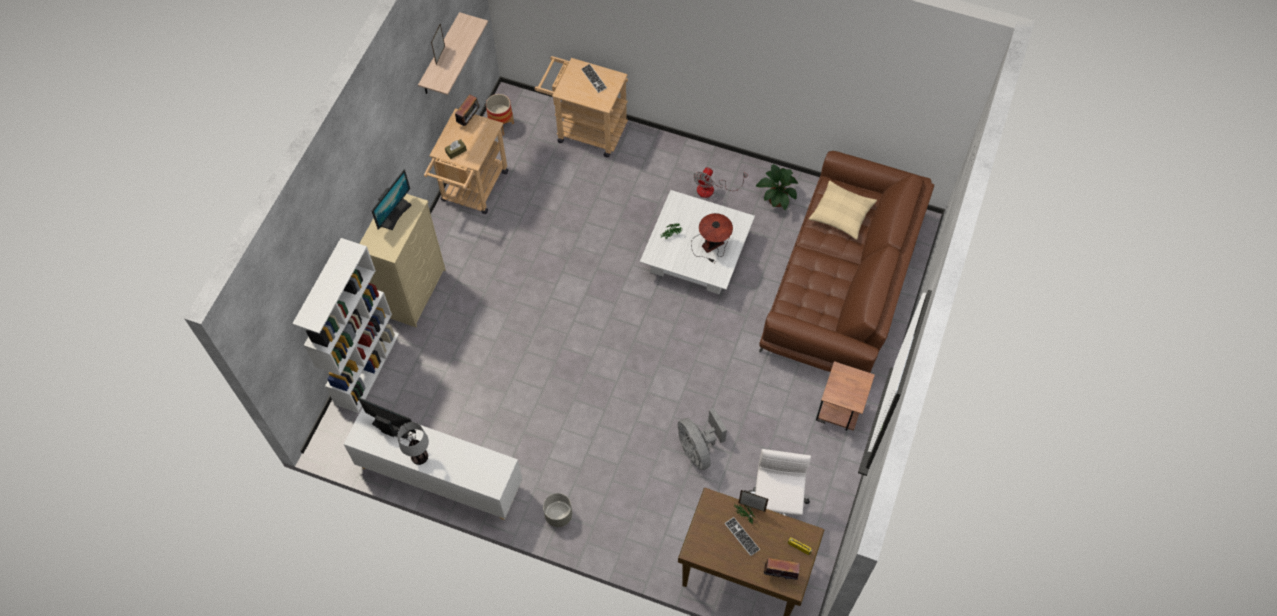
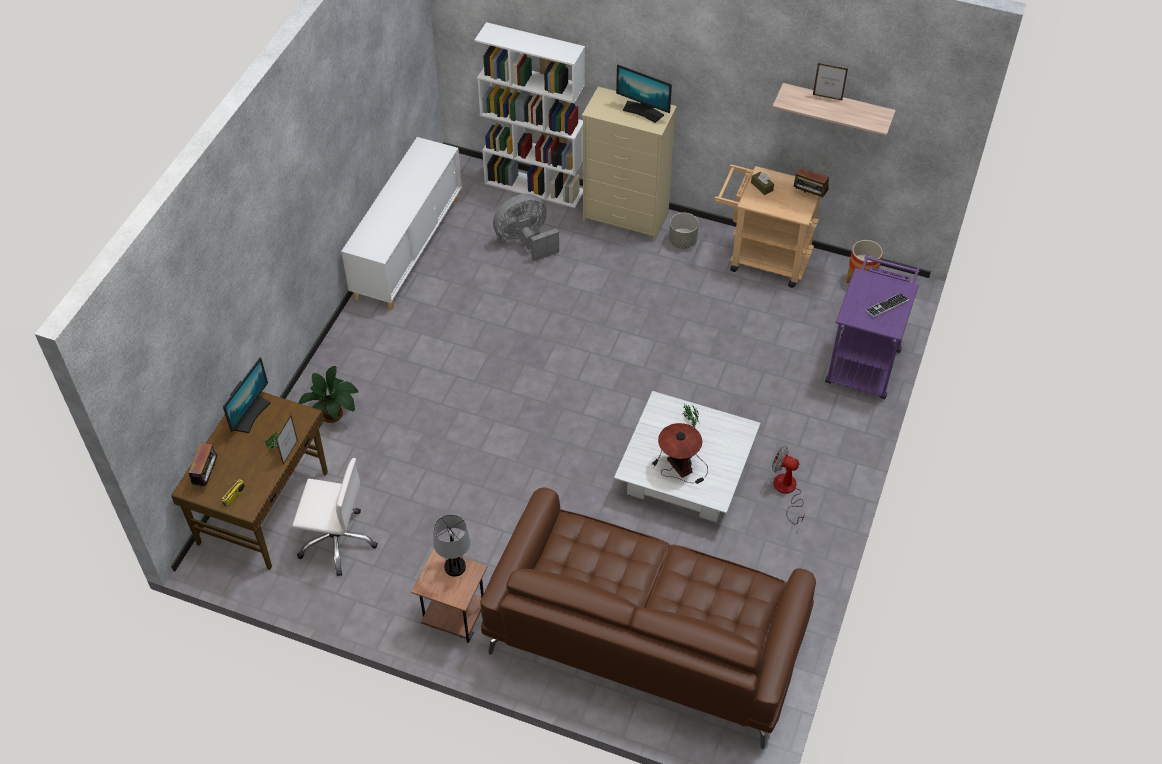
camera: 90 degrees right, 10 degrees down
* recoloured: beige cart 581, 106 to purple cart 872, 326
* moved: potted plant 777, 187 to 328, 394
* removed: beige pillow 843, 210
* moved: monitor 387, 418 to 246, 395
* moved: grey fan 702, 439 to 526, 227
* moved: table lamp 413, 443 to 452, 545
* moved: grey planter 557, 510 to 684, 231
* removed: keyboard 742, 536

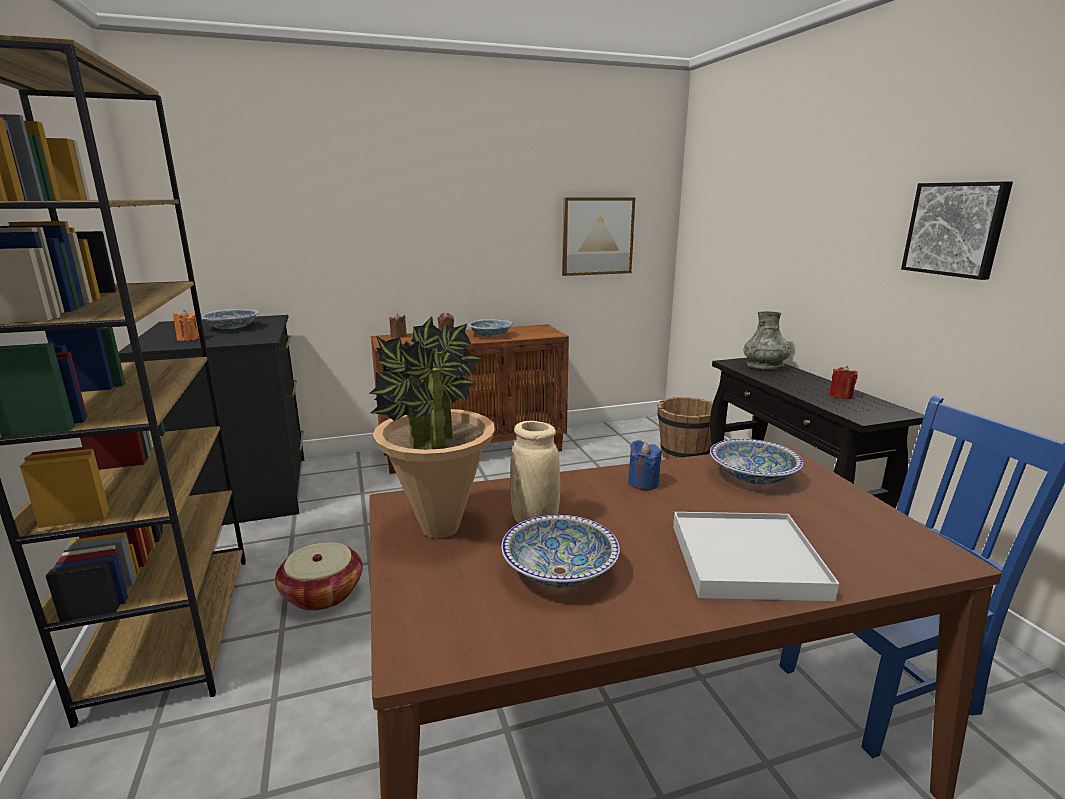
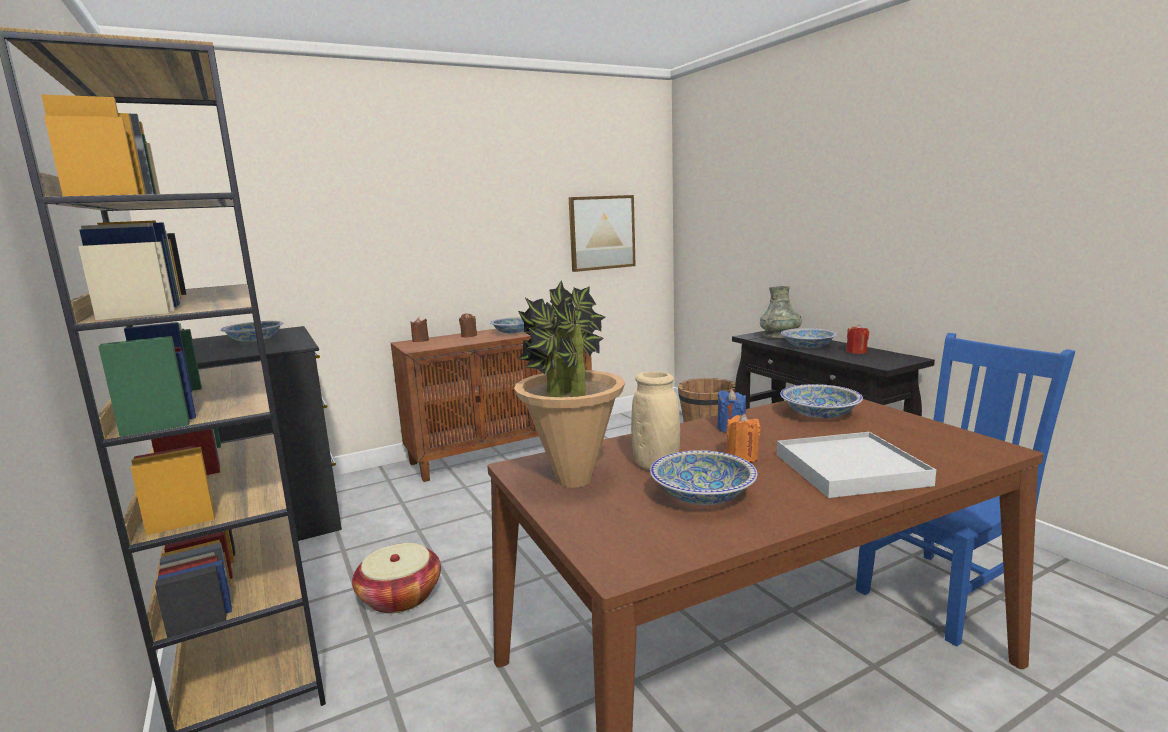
camera: 10 degrees left, 5 degrees down
* removed: picture 957, 231
* moved: orange candle 186, 325 to 743, 438
* added: bowl 809, 338

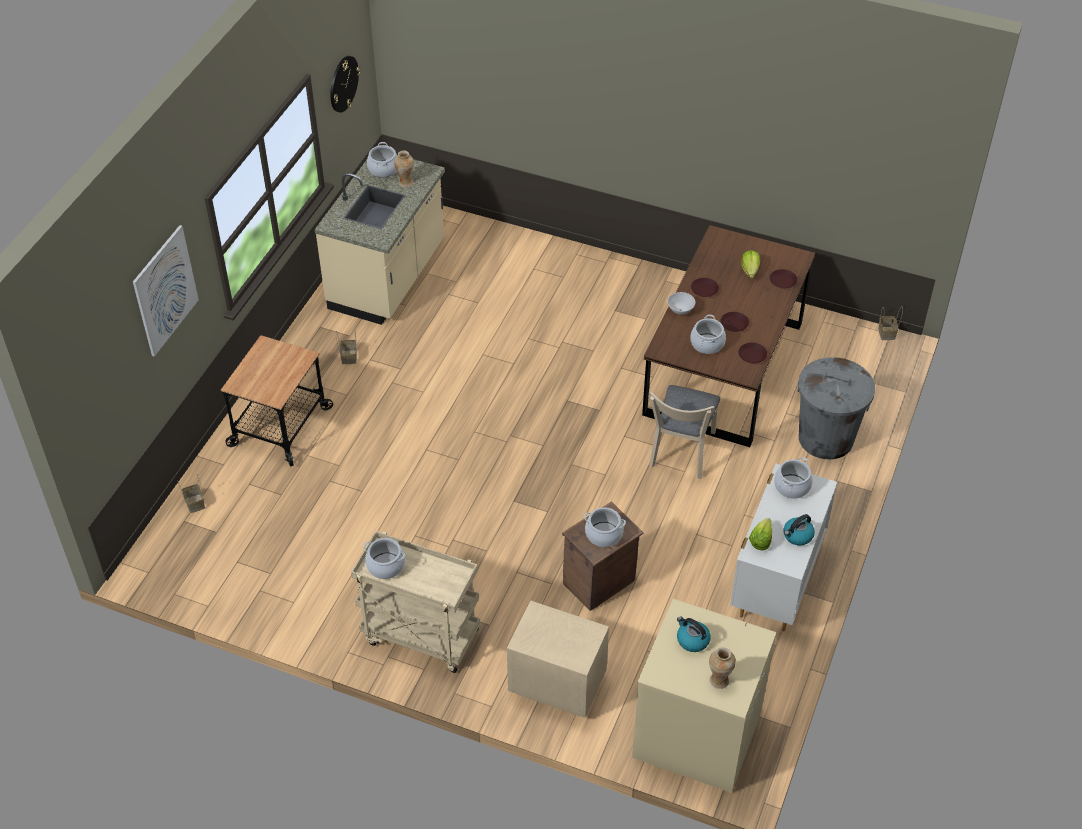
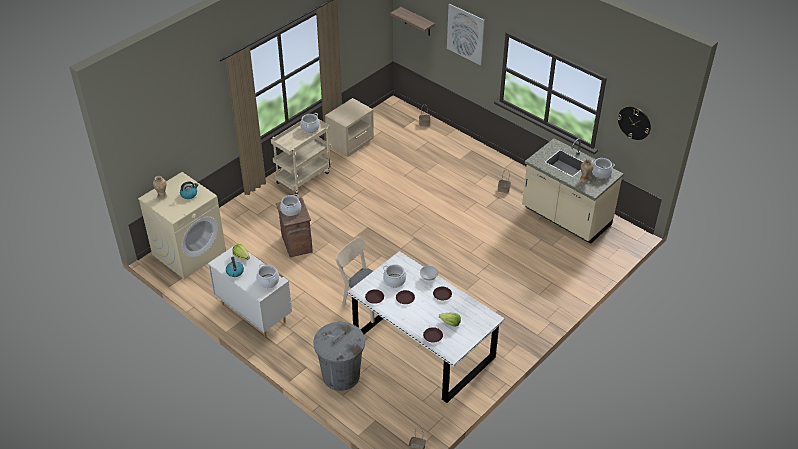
camera: 110 degrees right, 5 degrees down
* recoloured: brown dining table 728, 336 to white dining table 426, 327
* removed: cart 276, 401
* moved: beige nightstand 558, 659 to 349, 127
* added: shelf 412, 21

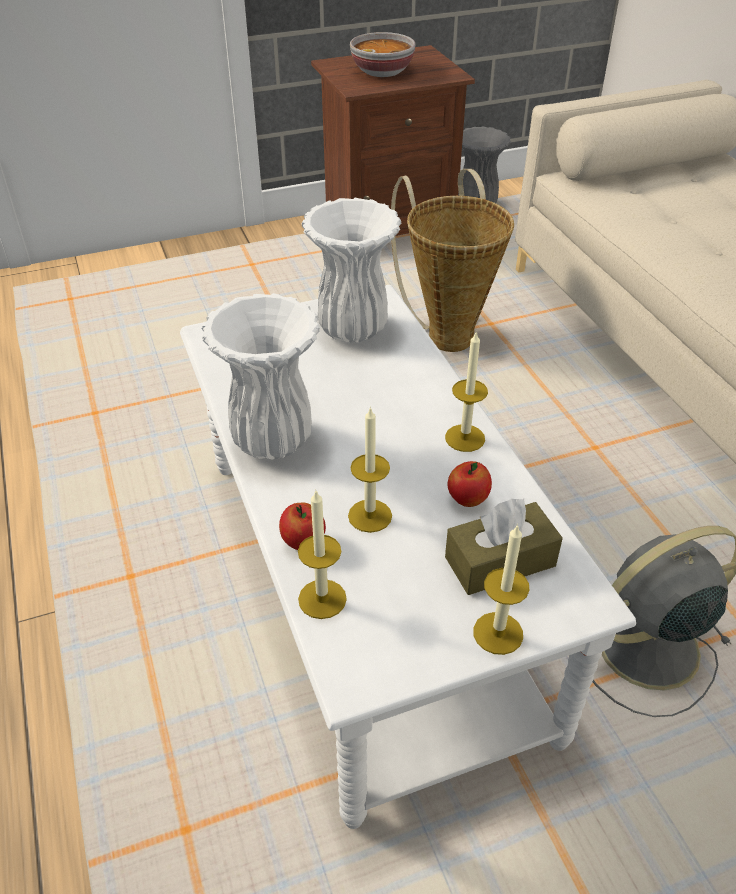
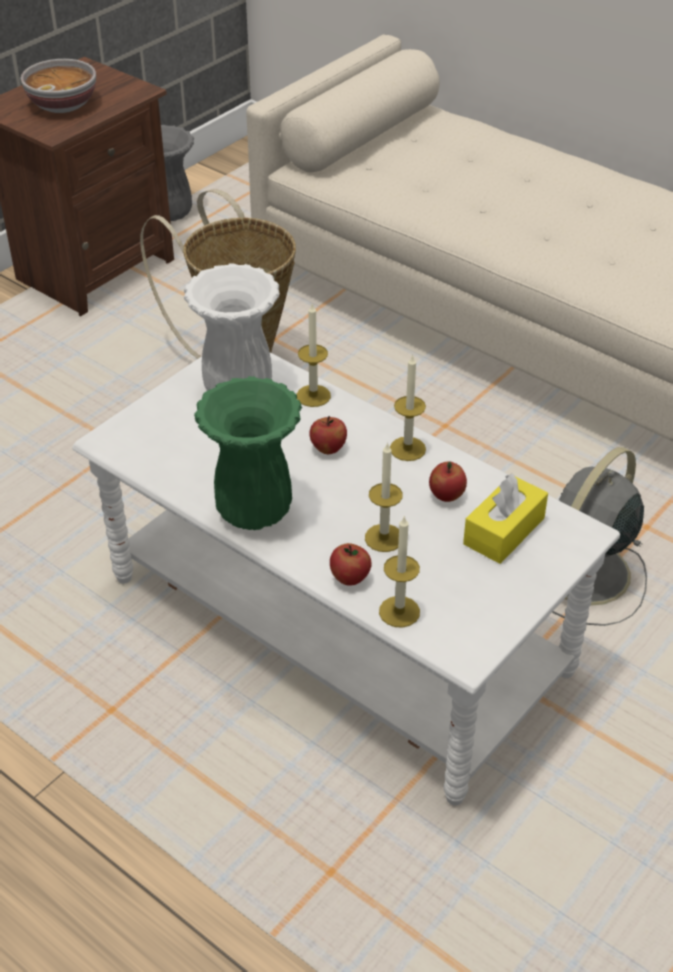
camera: 30 degrees left, 0 degrees up
* recoloured: white vase 261, 376 to green vase 248, 453
* recoloured: brown tissue box 504, 546 to yellow tissue box 505, 519
* moved: candle 501, 589 to 313, 355
* added: apple 328, 435

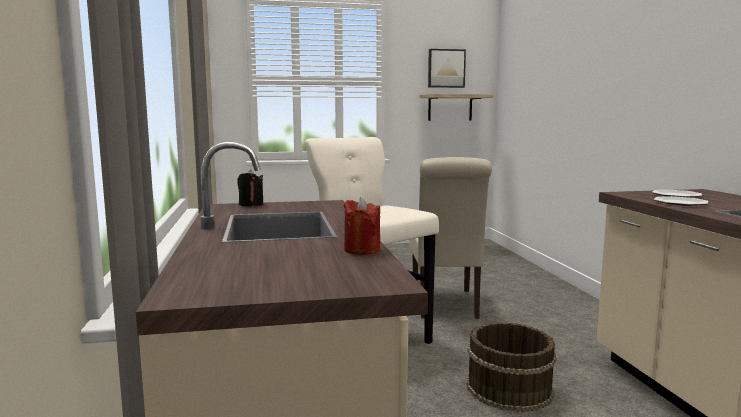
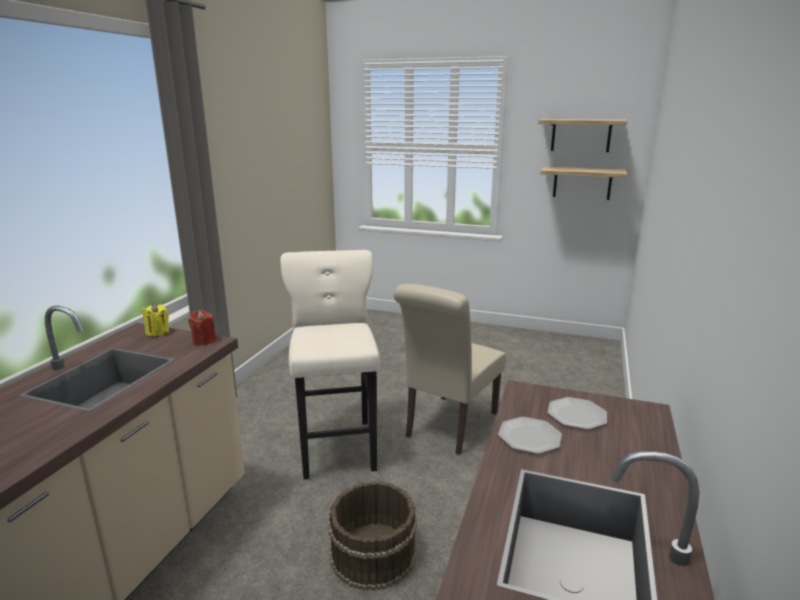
camera: 30 degrees right, 10 degrees up
* replaced: picture 447, 68 to shelf 582, 135
* recoloured: black candle 250, 188 to yellow candle 155, 320
* moved: red candle 362, 226 to 202, 327

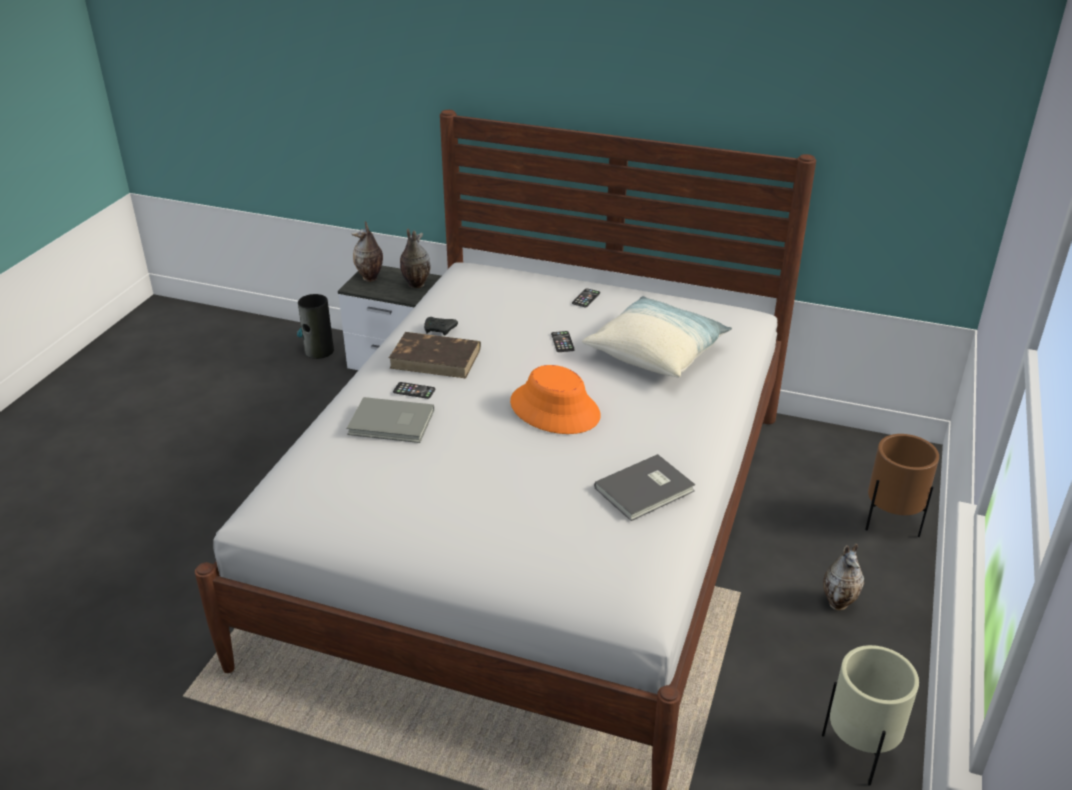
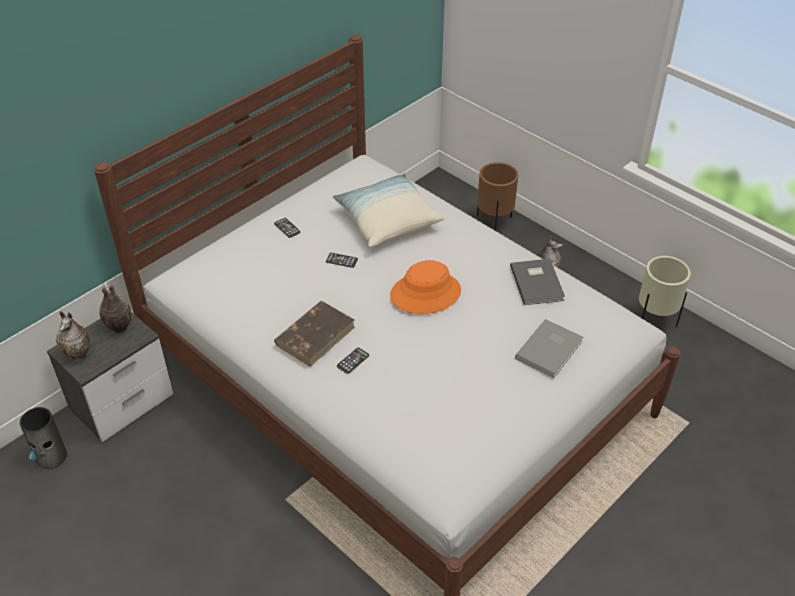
camera: 65 degrees left, 10 degrees up
* removed: black game controller 441, 326
* moved: grey book 390, 420 to 549, 348

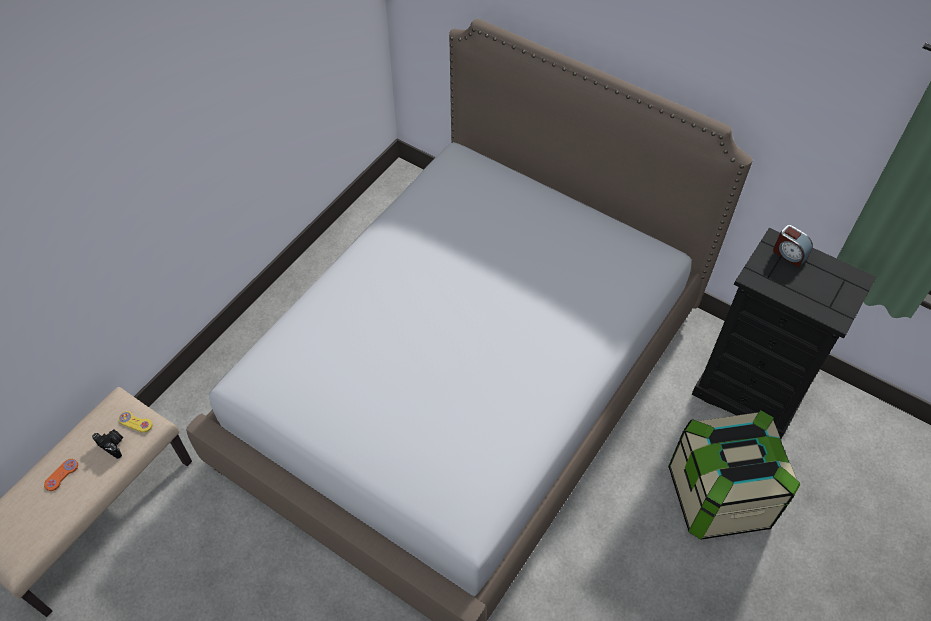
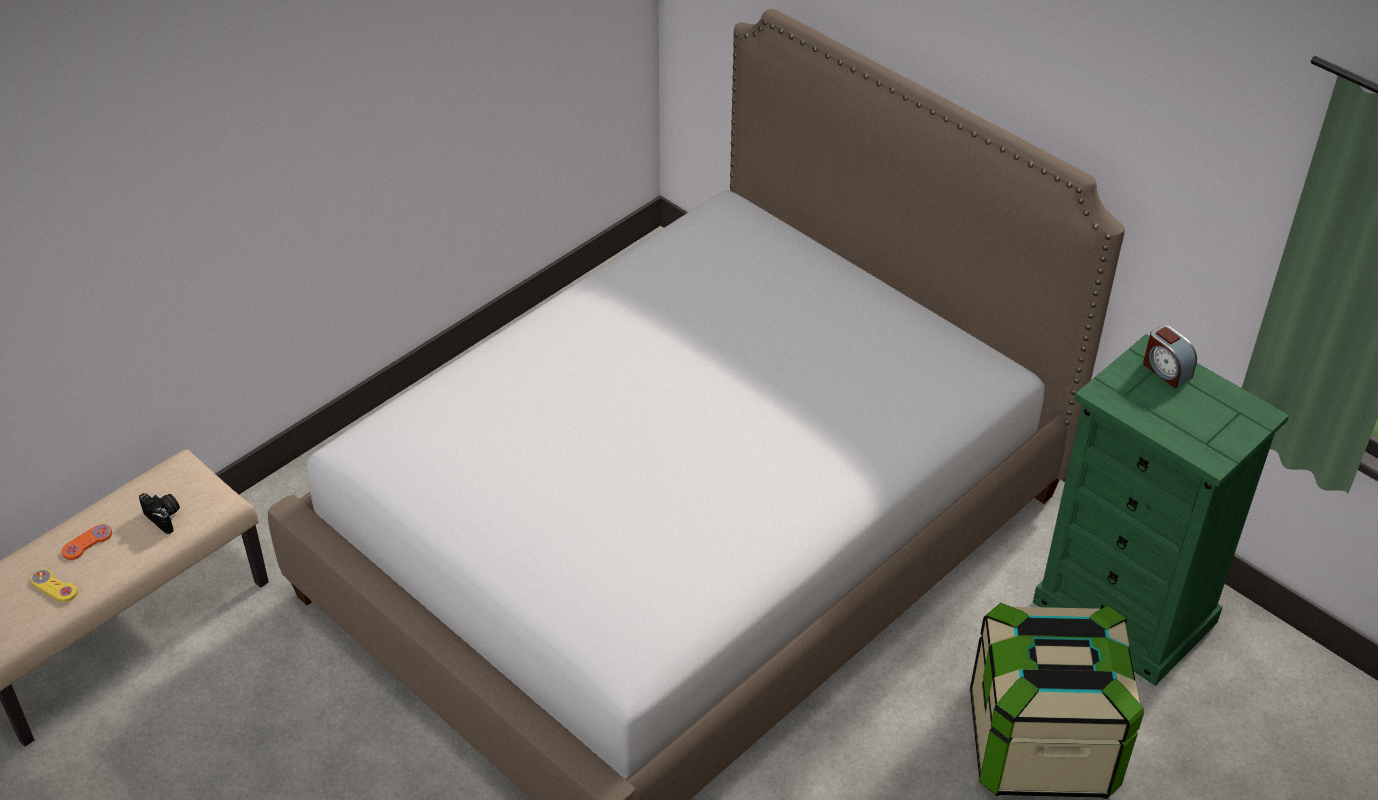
camera: 10 degrees right, 10 degrees down
* recoloured: black dresser 784, 334 to green dresser 1161, 510
* moved: yellow game controller 135, 422 to 54, 585

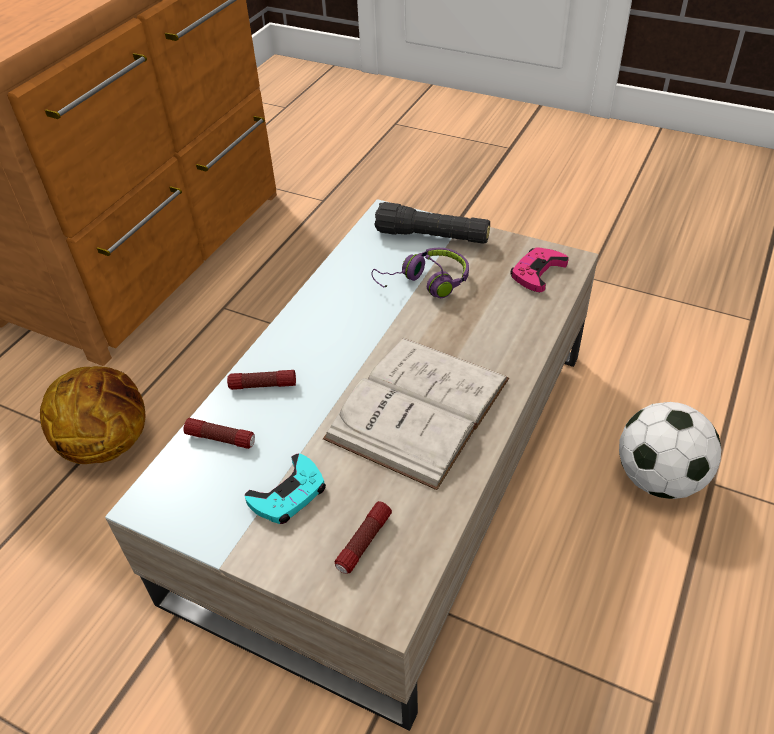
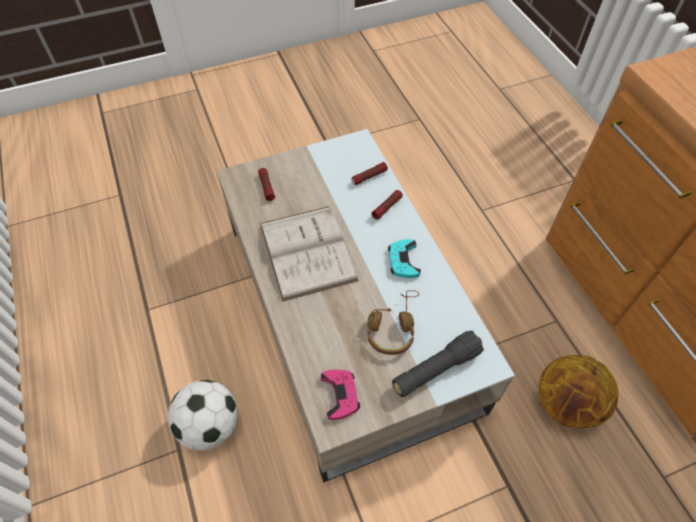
camera: 130 degrees right, 10 degrees up
* recoloured: purple headphones 420, 273 to brown headphones 393, 322
* moved: basketball 92, 415 to 578, 391
* moved: turquoise game controller 285, 488 to 404, 258

